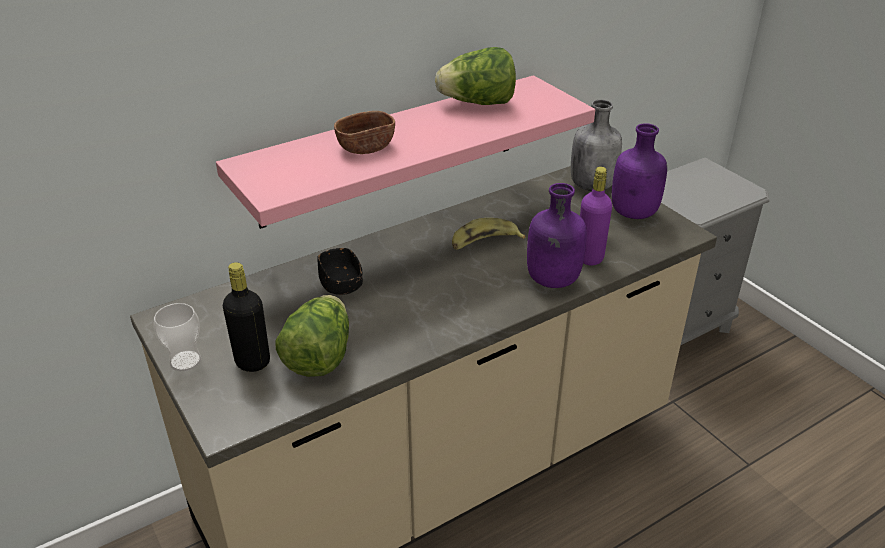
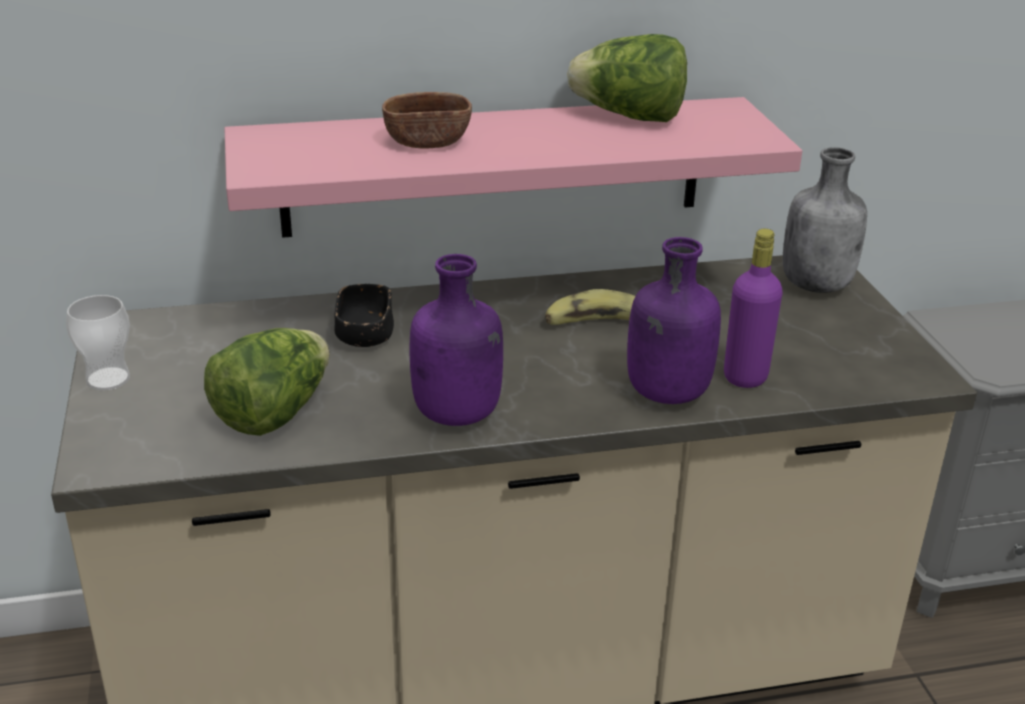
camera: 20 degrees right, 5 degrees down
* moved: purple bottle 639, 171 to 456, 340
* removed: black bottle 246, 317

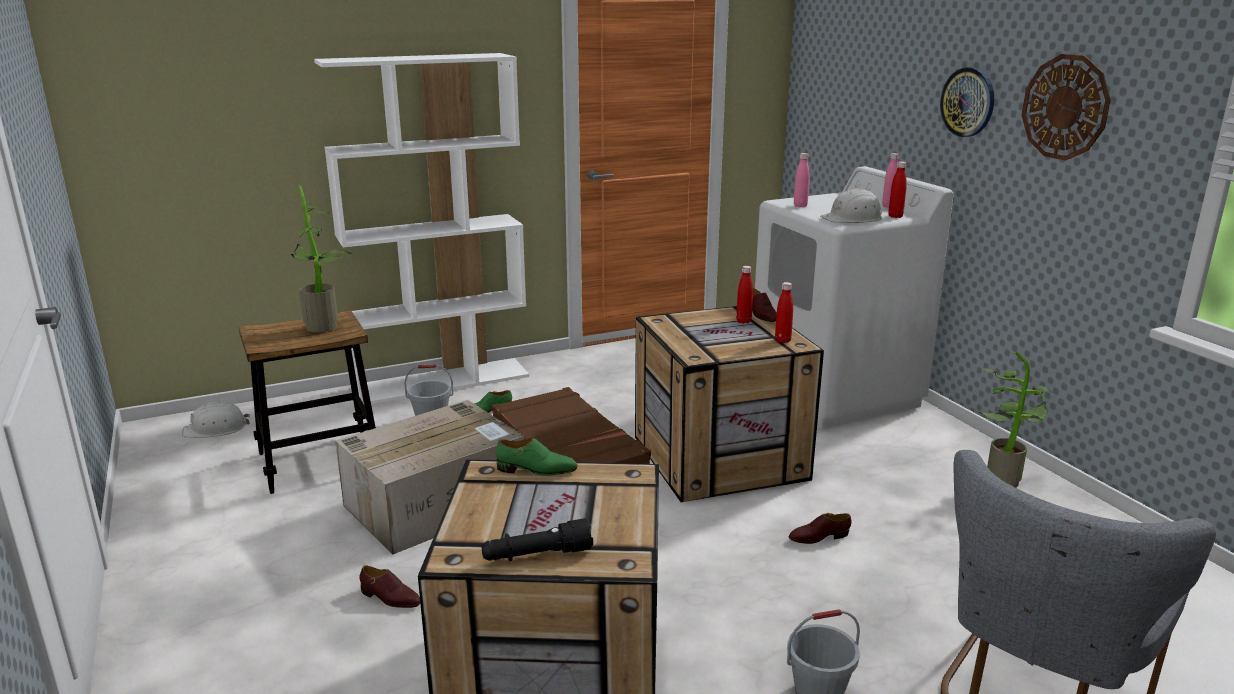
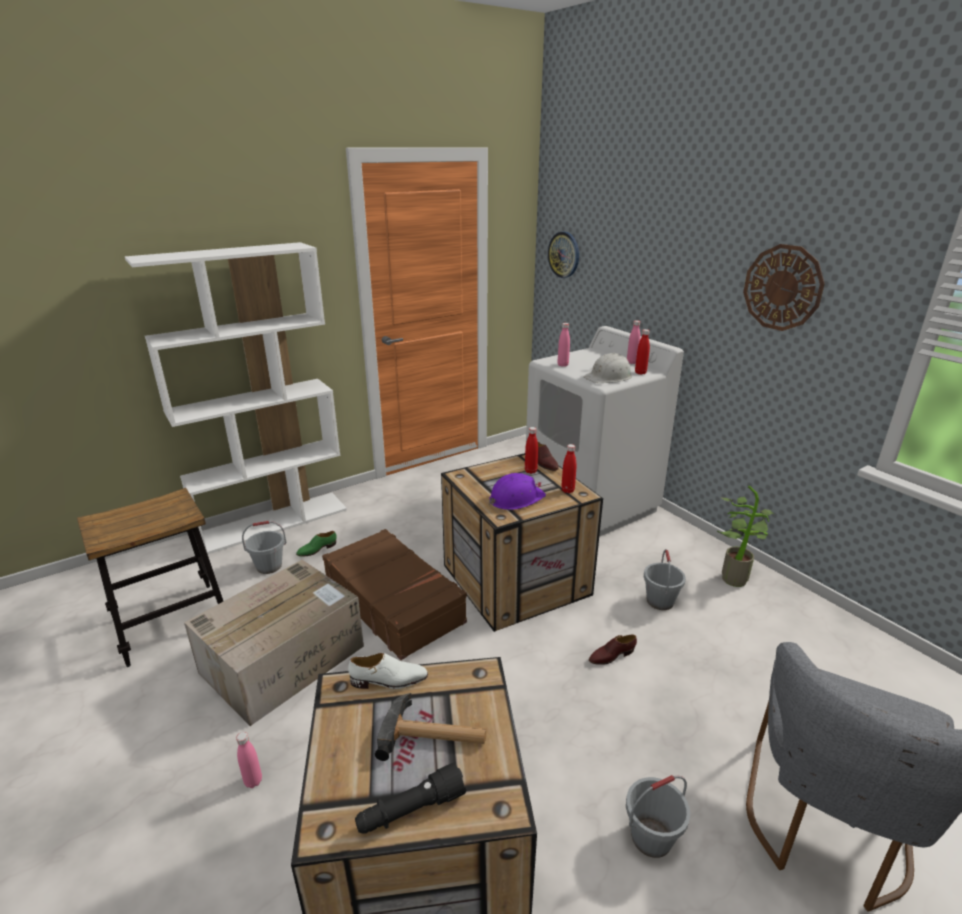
camera: 10 degrees left, 5 degrees up
* moved: wall clock 967, 102 to 563, 255
* removed: potted plant 321, 258
* removed: white hard hat 216, 419
* recoloured: green shoe 536, 457 to white shoe 388, 671
* replaced: brown shoe 390, 586 to pink bottle 249, 760
* added: purple hard hat 517, 491
* added: grey bucket 665, 579
* added: hammer 431, 727

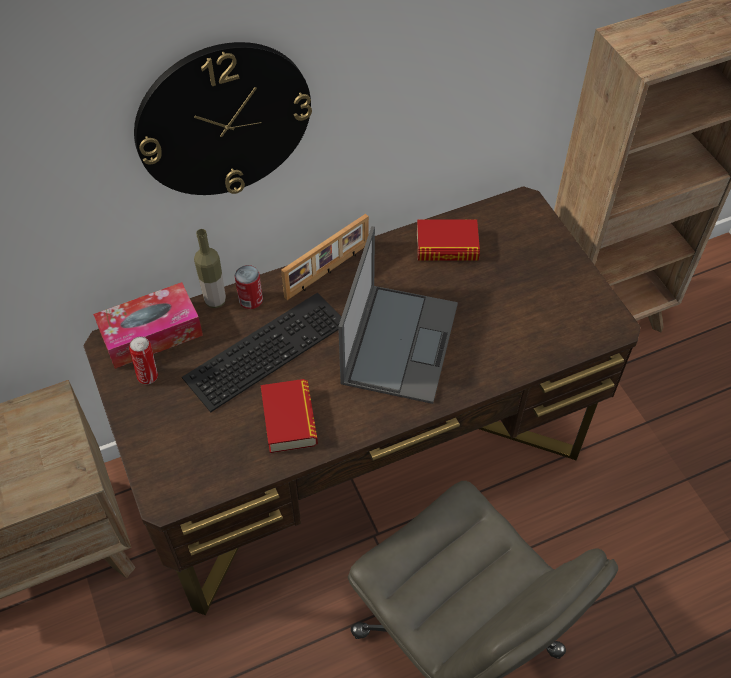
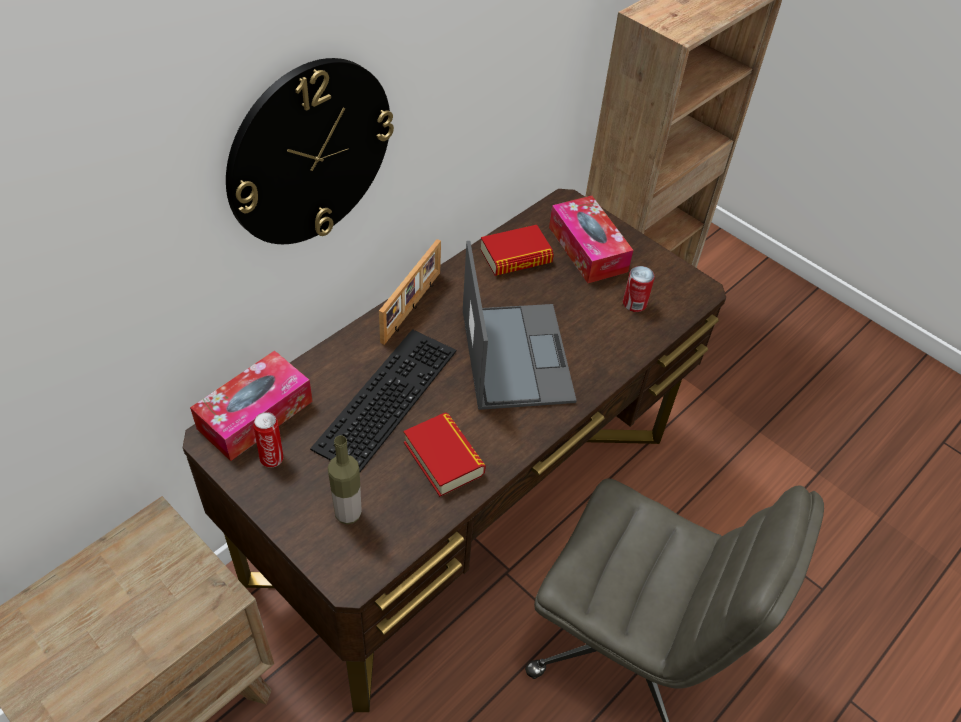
camera: 25 degrees left, 5 degrees down
* moved: bottle 210, 268 to 345, 479
* moved: can 249, 287 to 639, 289
* added: tissue box 591, 239

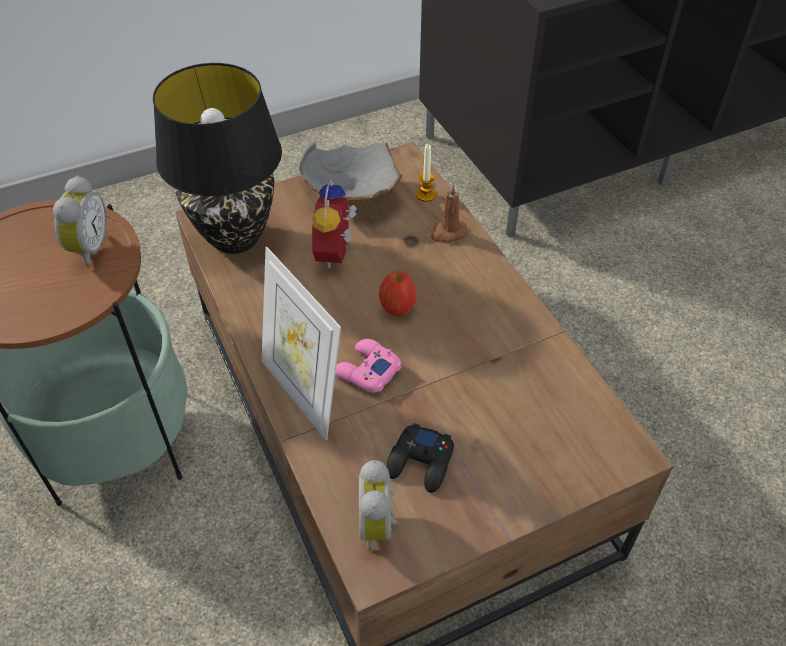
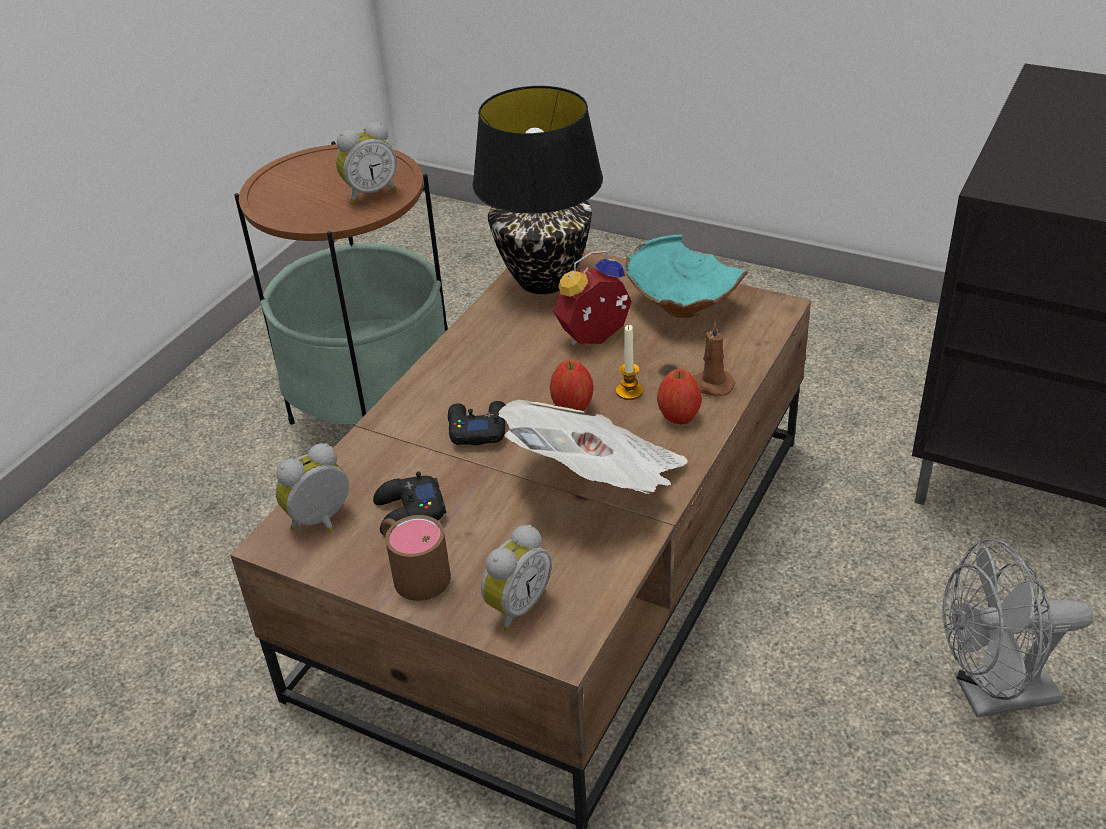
camera: 55 degrees right, 10 degrees down
* recoloured: grey bowl 351, 173 to turquoise bowl 686, 276
* moved: candle 426, 173 to 629, 362
* removed: picture frame 301, 343
* recoloured: pink game controller 368, 366 to black game controller 477, 423
* added: apple 679, 397
* added: newspaper 593, 447
* added: brown mug 416, 558
* added: alarm clock 516, 578
* added: grey fan 1017, 627

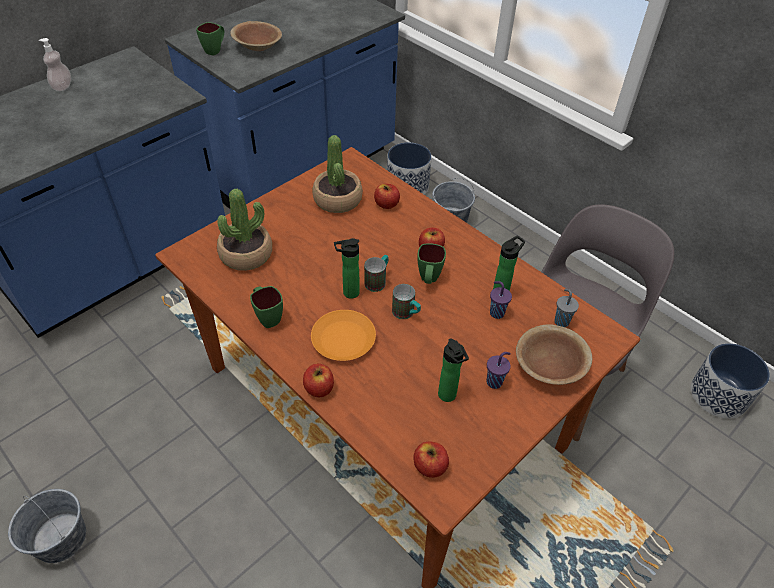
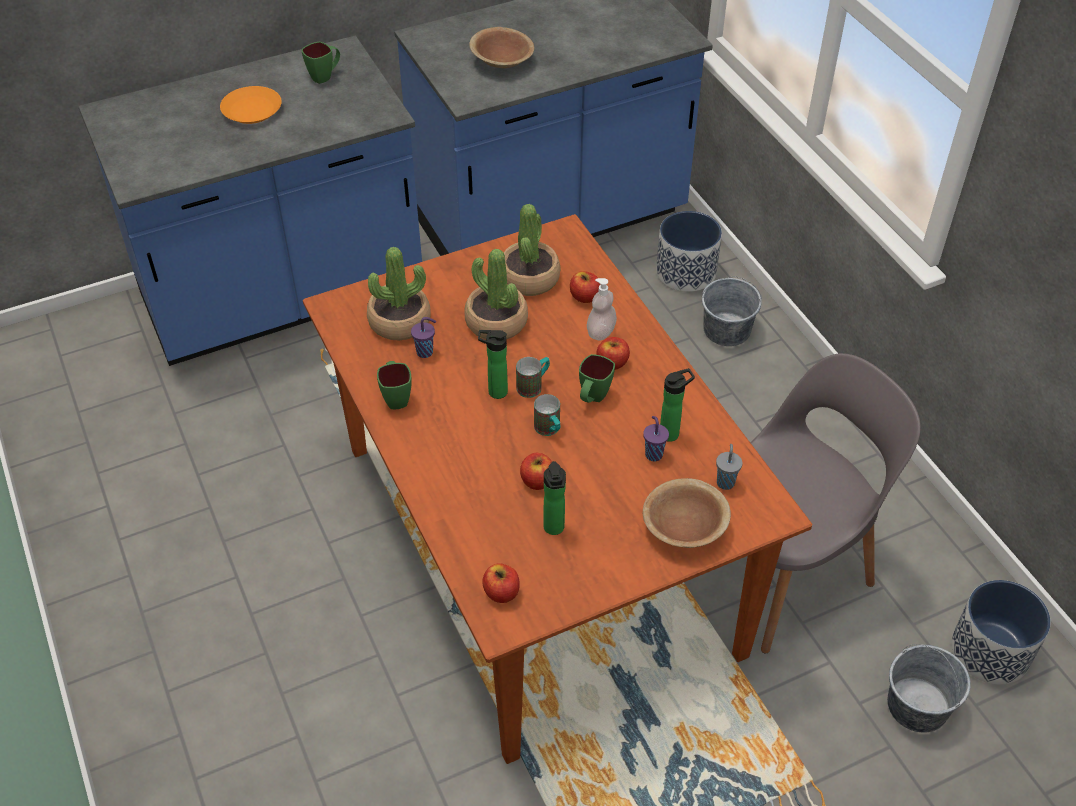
camera: 20 degrees right, 0 degrees up
* moved: green mug 210, 38 to 320, 63
* moved: soap dispenser 55, 64 to 602, 309
* moved: orange plate 343, 335 to 251, 105
* moved: purple cup 499, 370 to 423, 337
* moved: apple 318, 380 to 536, 471
* moved: grey bucket 47, 526 to 929, 688
* added: potted plant 496, 294

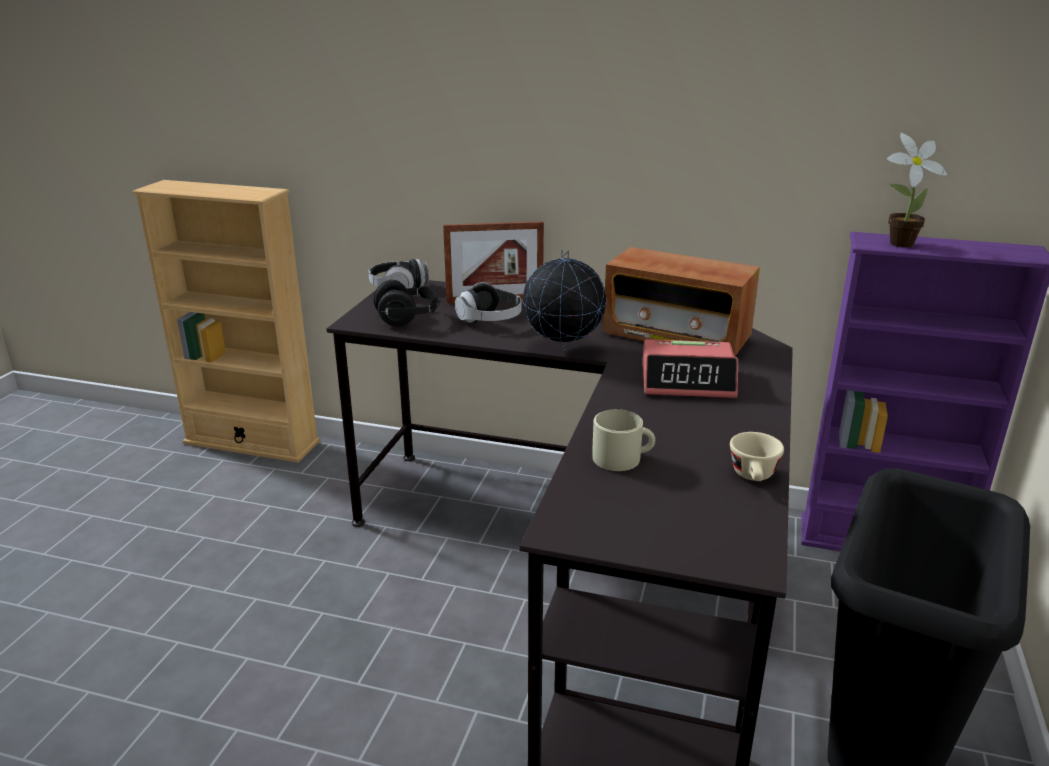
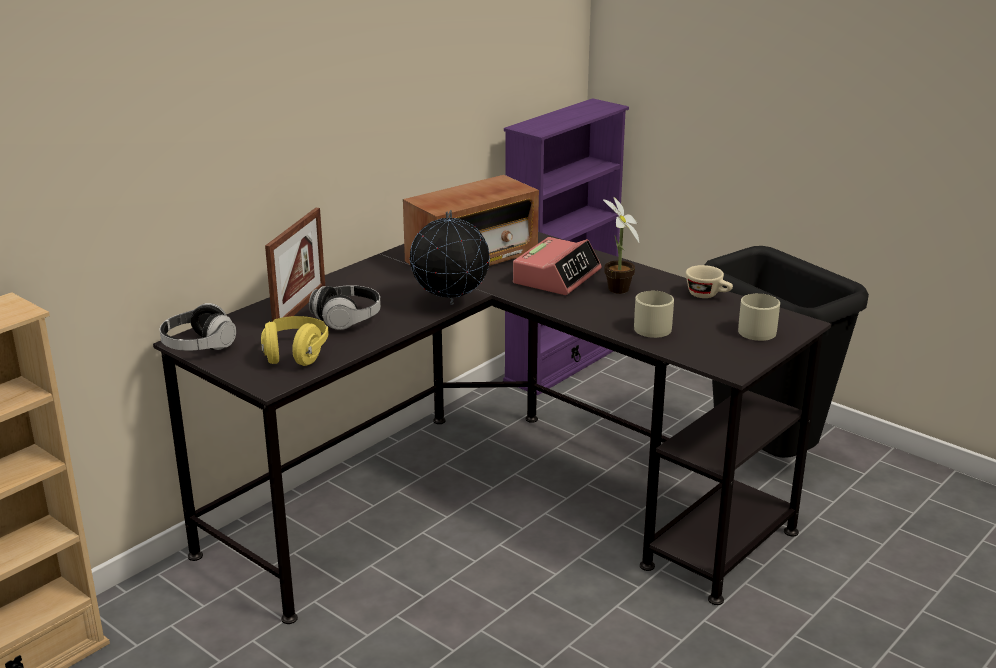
camera: 65 degrees left, 0 degrees up
* moved: potted plant 917, 190 to 621, 245
* recoloured: black headphones 407, 303 to yellow headphones 295, 341
* added: beige mug 759, 317

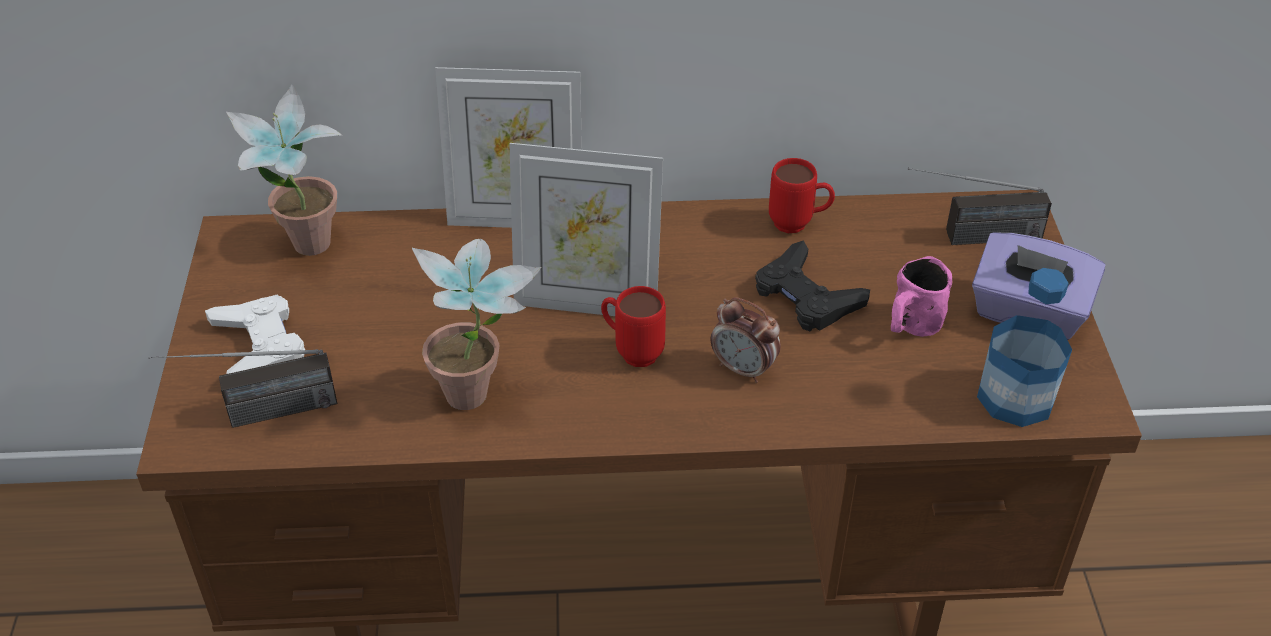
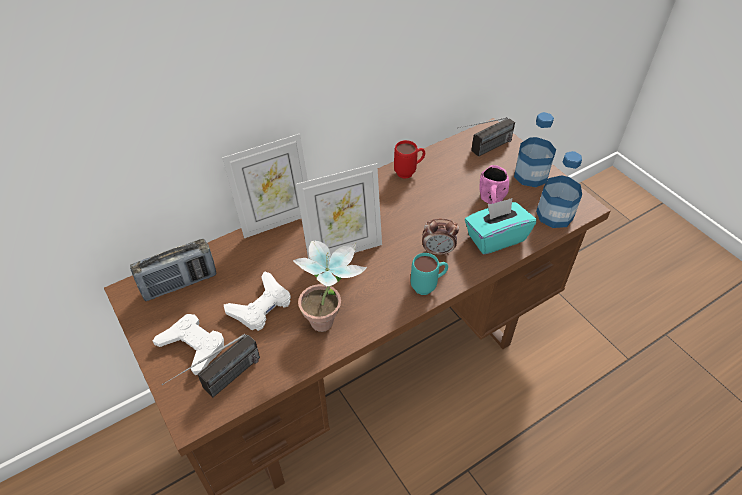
camera: 30 degrees left, 5 degrees up
* replaced: potted plant 284, 170 to radio 173, 270
* replaced: purple tissue box 1039, 286 to bottle 535, 149
* removed: black game controller 812, 285
* removed: red mug 633, 326
* added: turquoise tissue box 500, 226
* added: turquoise mug 429, 274
* added: white game controller 257, 301

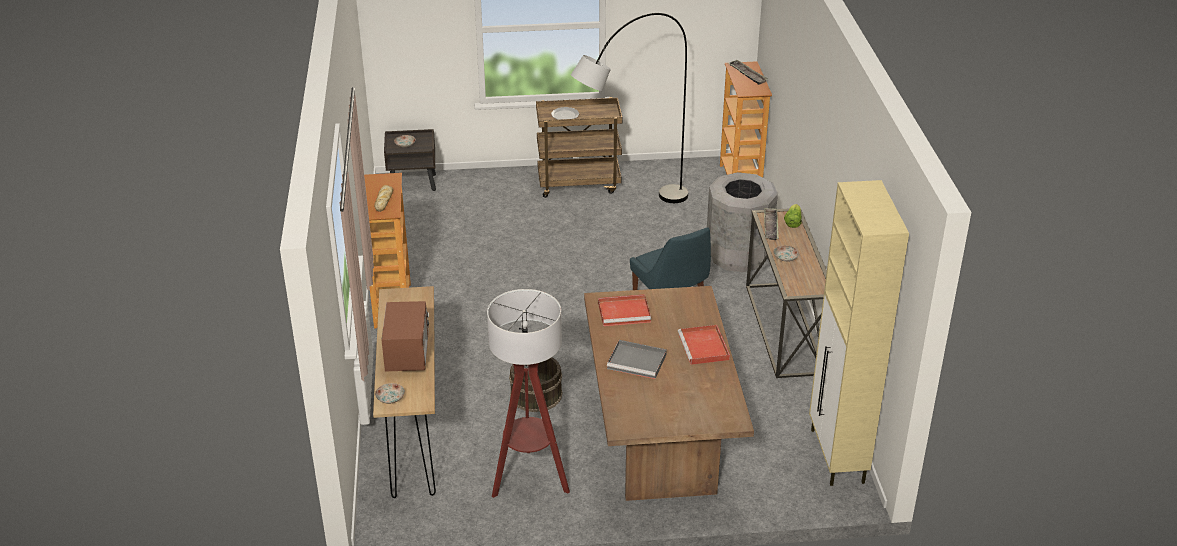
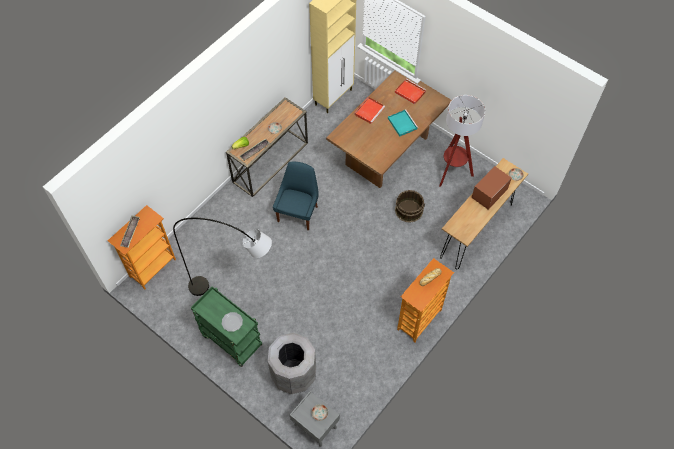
camera: 135 degrees left, 25 degrees up
* recoloured: brown cart 579, 147 to green cart 226, 326
* recoloured: brown nightstand 410, 160 to grey nightstand 315, 419
* moved: grey trash can 742, 222 to 292, 363
* moved: red tray 624, 310 to 410, 91
* recoloured: grey tray 637, 359 to turquoise tray 403, 122

